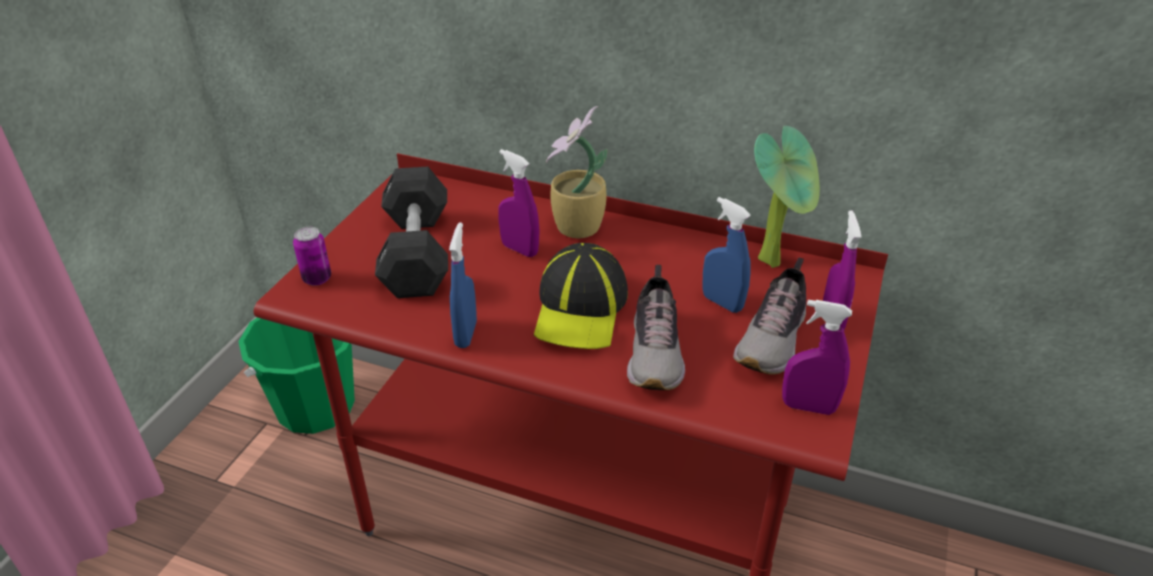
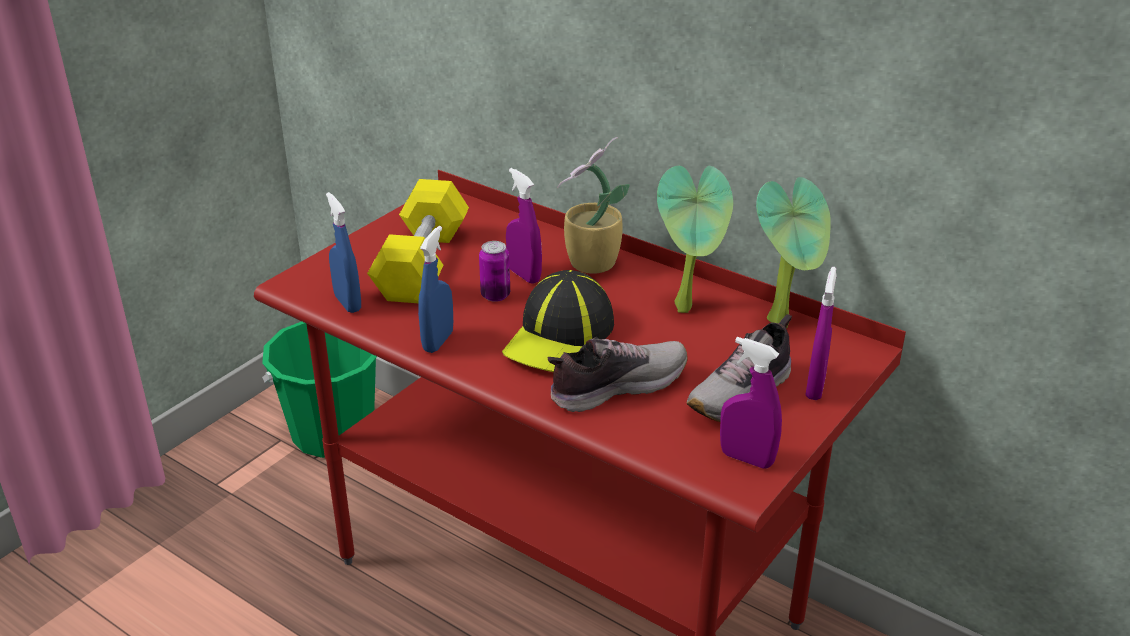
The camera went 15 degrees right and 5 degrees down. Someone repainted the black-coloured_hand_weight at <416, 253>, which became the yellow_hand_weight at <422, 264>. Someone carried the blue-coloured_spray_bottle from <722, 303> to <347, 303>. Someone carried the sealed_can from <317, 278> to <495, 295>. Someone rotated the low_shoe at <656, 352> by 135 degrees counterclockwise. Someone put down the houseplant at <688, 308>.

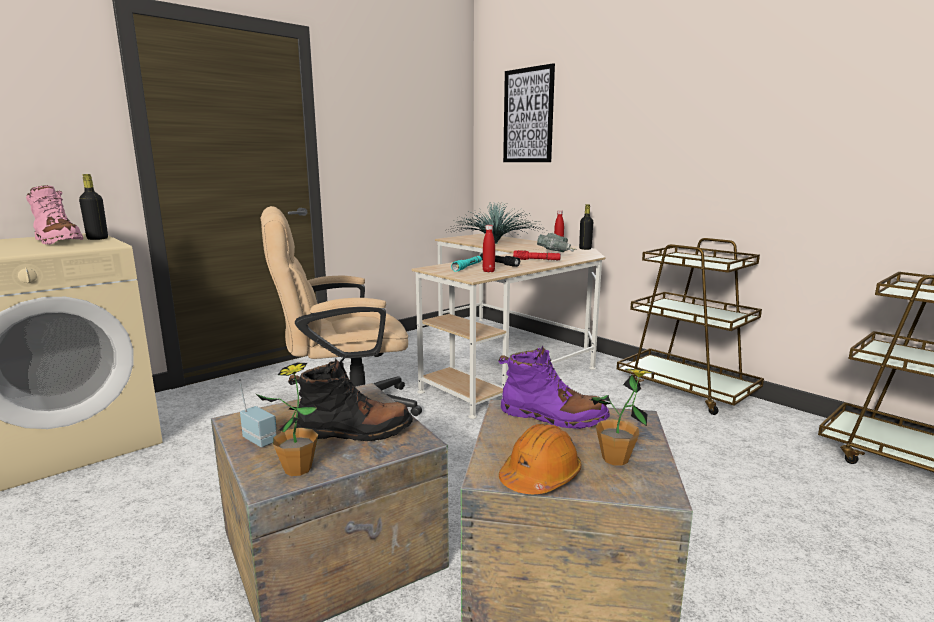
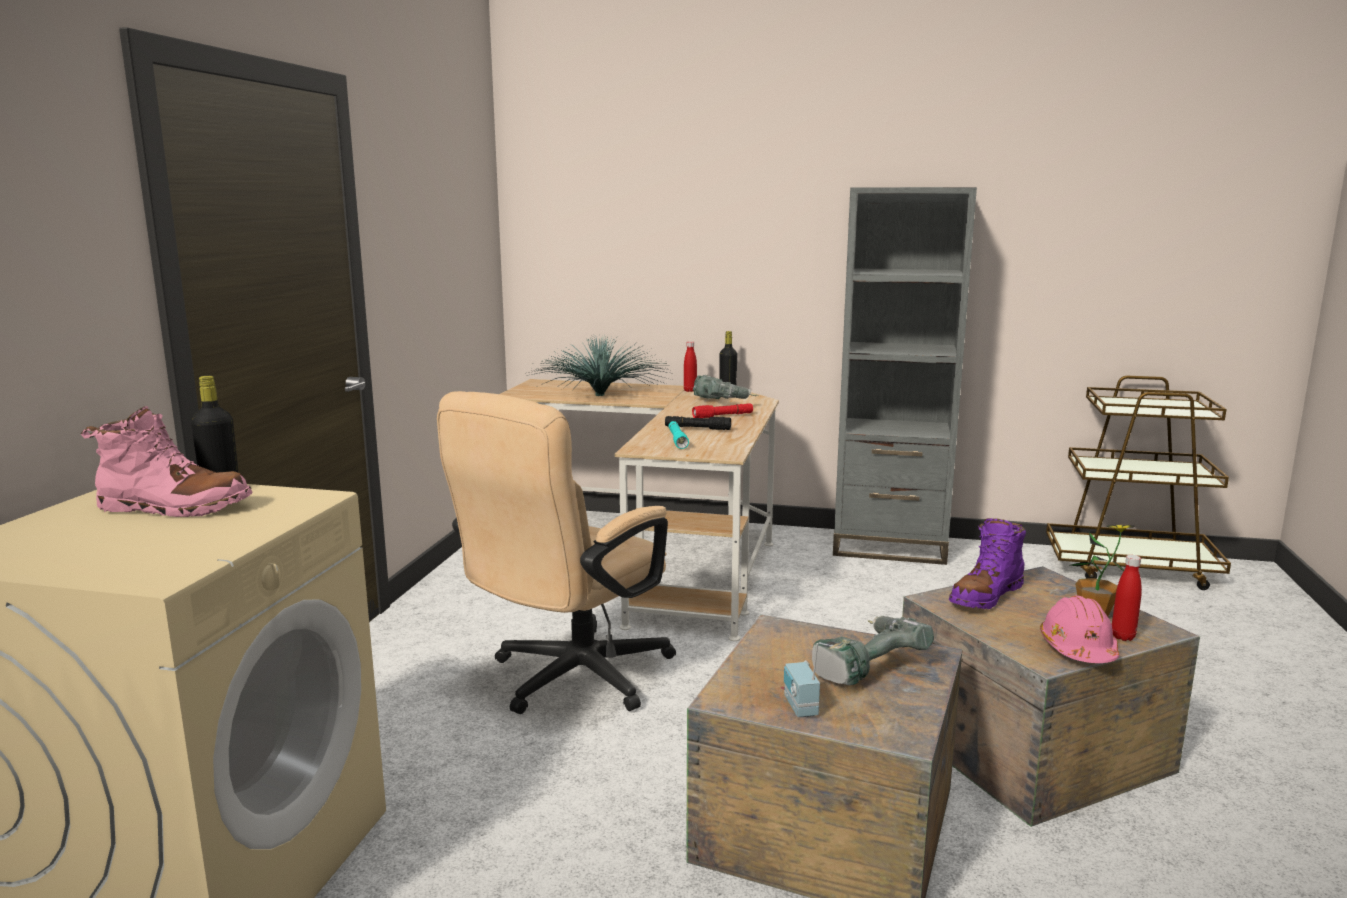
The camera went 35 degrees left and 0 degrees up. Someone took away the wall_picture at <528, 115>. Someone carried the red-coloured_bottle from <488, 271> to <1122, 636>. Someone swapped the brown-coloured_cart at <686, 390> for the greyish_bookcase at <889, 546>. Someone rotated the purple-coloured_boot at <552, 417> by 150 degrees clockwise. Someone swapped the black-coloured_boot at <354, 432> for the power_drill at <864, 667>. Someone took away the houseplant at <298, 469>. Someone rotated the radio_receiver at <261, 439> by 105 degrees counterclockwise. Someone repainted the orange-coloured_hard_hat at <540, 477>, which became the pink_hard_hat at <1078, 649>.

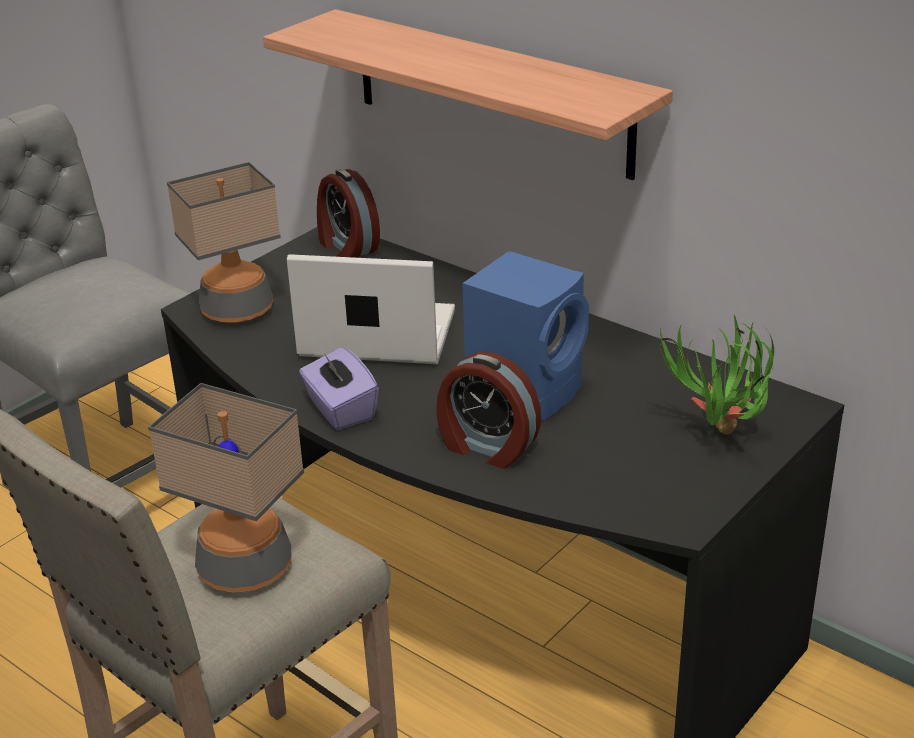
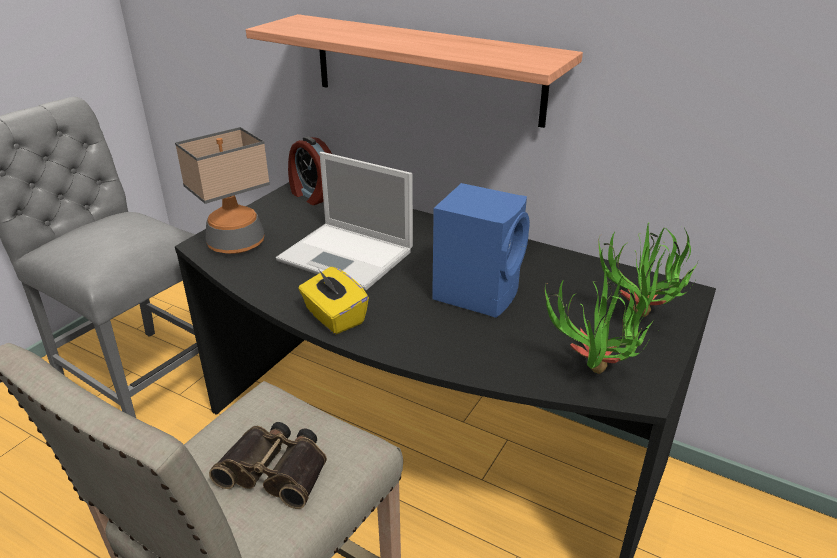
The camera went 10 degrees left and 0 degrees up. Someone rotated the portable_computer at <374, 334> by 150 degrees counterclockwise. Someone repainted the purple-coloured_box_of_tissues at <340, 410>, which became the yellow_box_of_tissues at <334, 317>. Someone took away the alarm_clock at <486, 447>. Someone swapped the table_lamp at <245, 568> for the binoculars at <277, 469>. Someone put down the houseplant at <592, 378>.

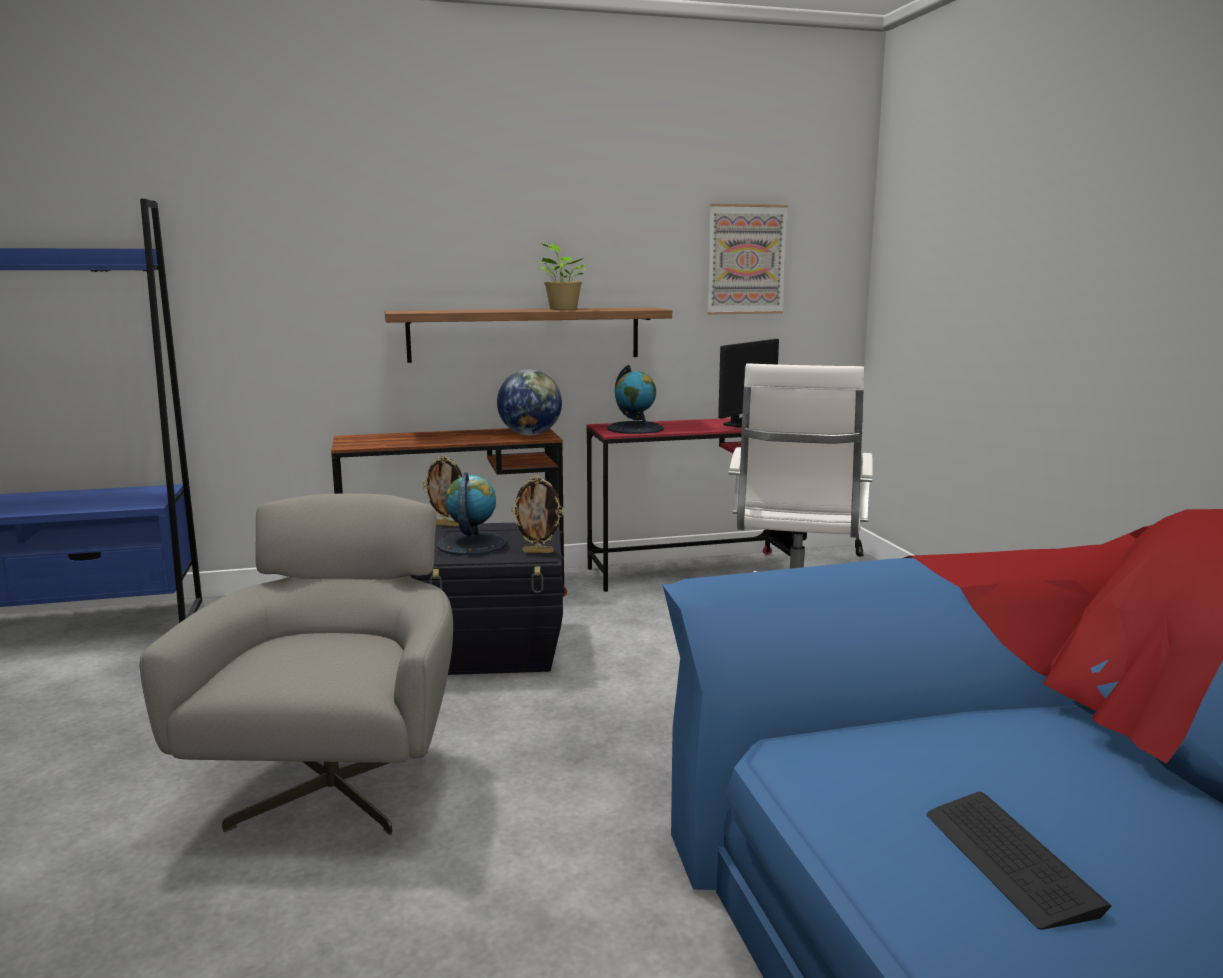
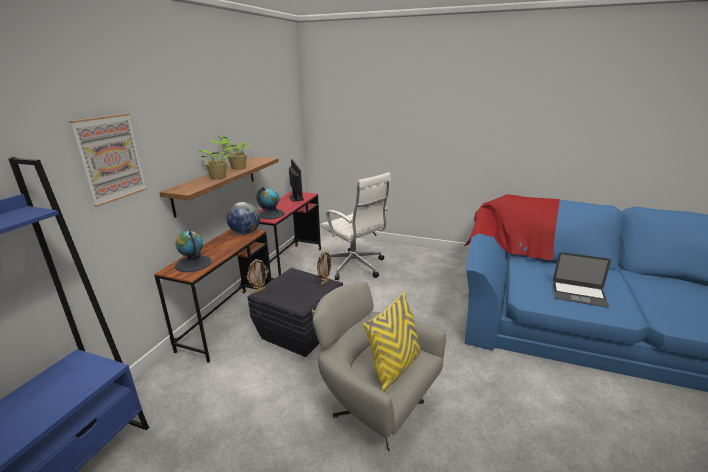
The camera went 55 degrees left and 10 degrees up. Someone carried the wall_picture from <746, 259> to <110, 158>. Someone carried the globe from <471, 544> to <193, 264>. Someone swapped the keyboard at <1009, 861> for the portable_computer at <579, 294>. Someone put down the houseplant at <219, 177>. Someone put down the yellow_cushion at <395, 367>.

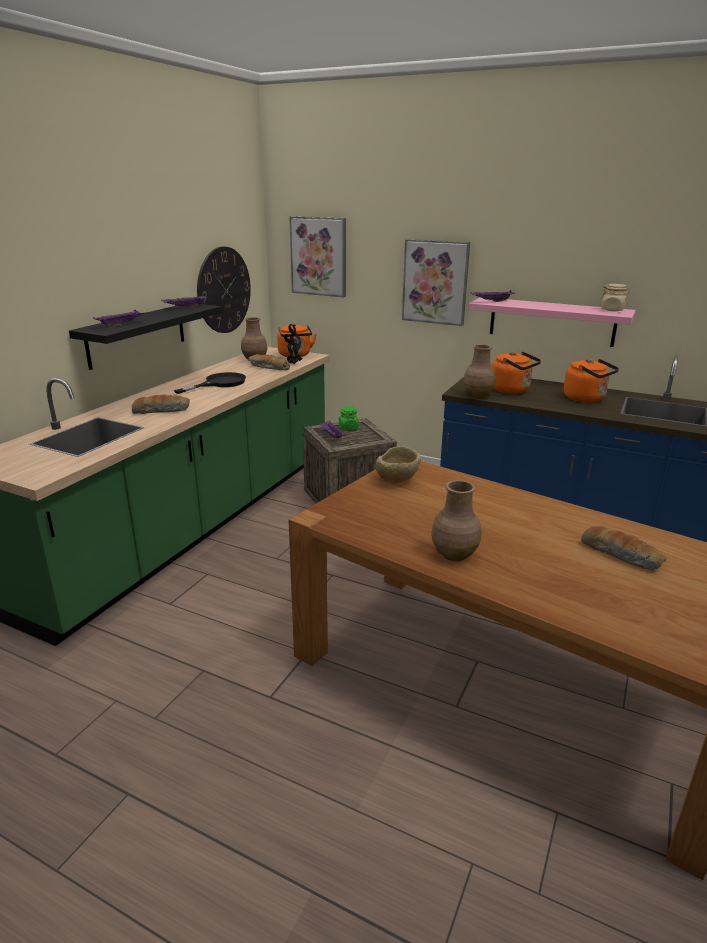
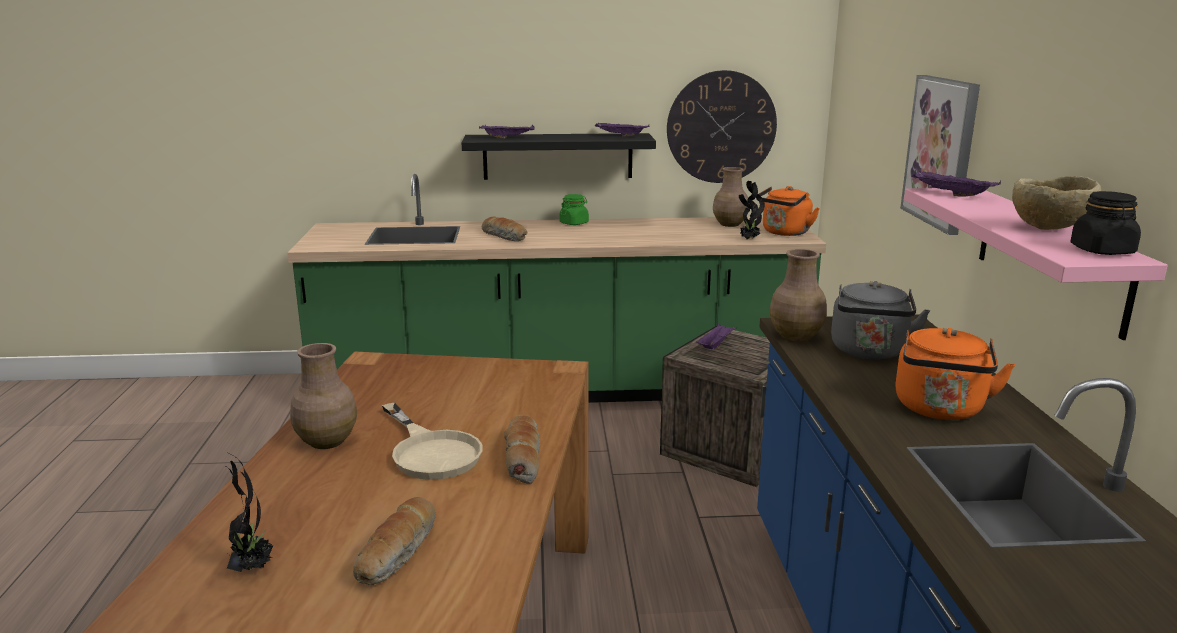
The camera went 60 degrees right and 5 degrees down. Someone took away the wall_picture at <319, 256>. Someone repainted the beige-coloured_storage_jar at <612, 310>, which became the black-coloured_storage_jar at <1102, 251>. Someone repainted the orange-coloured_tea_kettle at <512, 390>, which became the greyish_tea_kettle at <869, 352>. Someone carried the bakery_bread from <268, 368> to <522, 457>. Someone took away the black-coloured_pan at <219, 383>. Someone carried the green-coloured_storage_jar from <348, 428> to <574, 223>. Someone carried the beige-coloured_deep_dish from <397, 481> to <1049, 230>. Someone put down the beige-coloured_pan at <431, 451>. Someone put down the houseplant at <252, 567>.

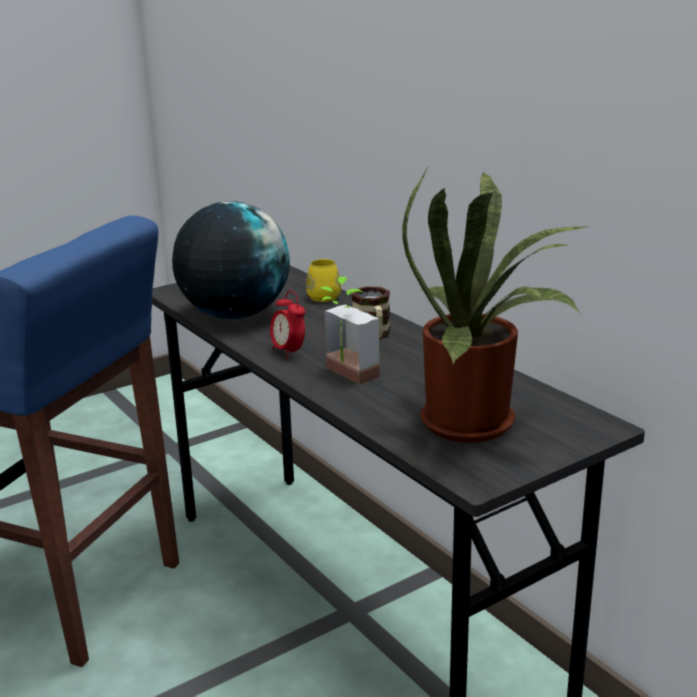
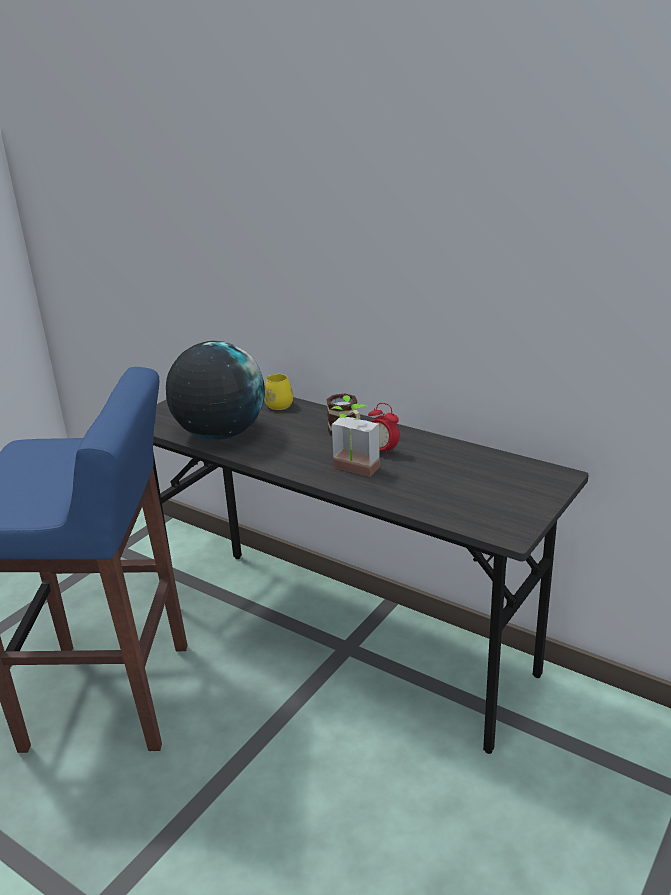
The camera went 20 degrees left and 5 degrees up. Someone took away the houseplant at <478, 425>. Someone carried the alarm_clock from <288, 352> to <381, 451>.

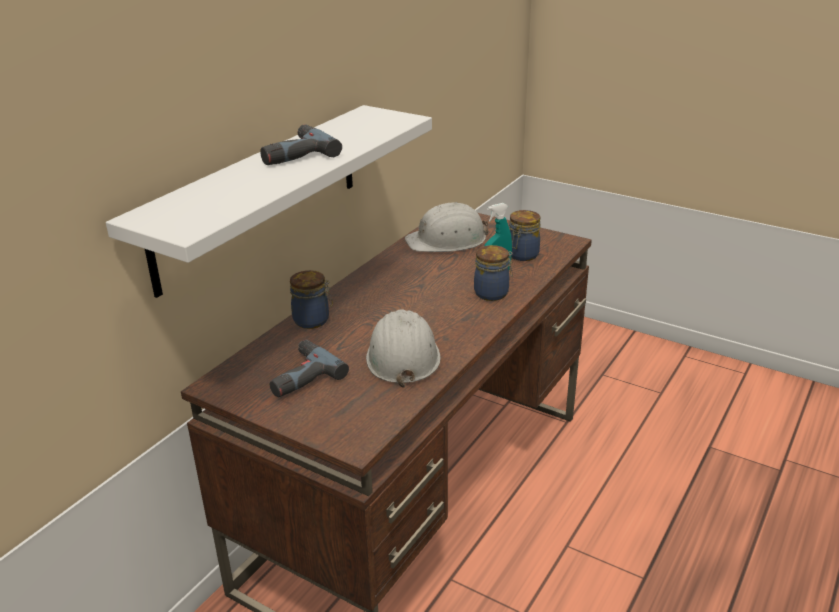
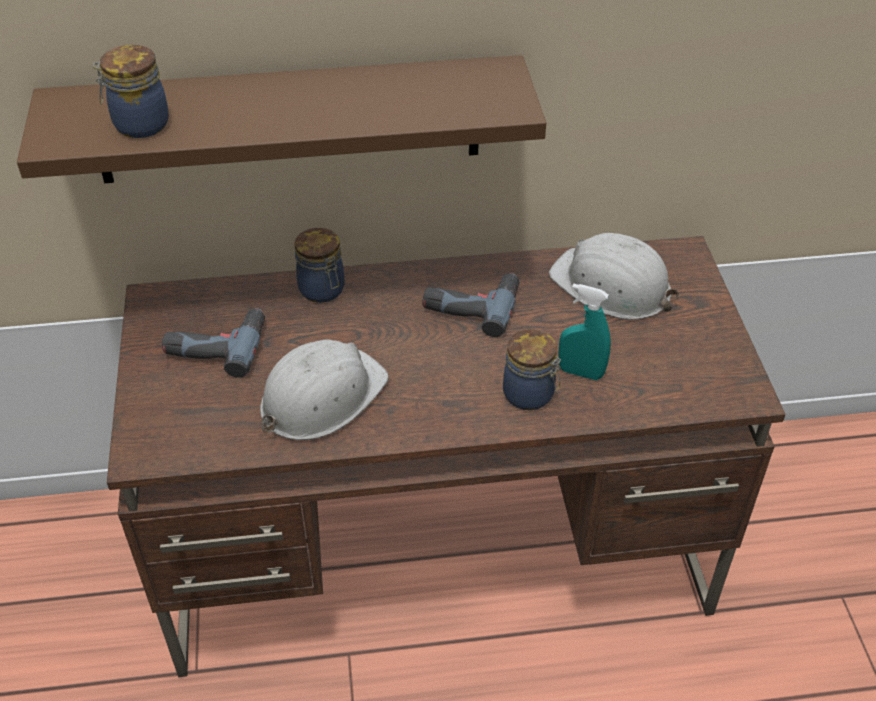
The camera went 50 degrees right and 15 degrees up. Someone repainted the white-coloured_bracket_shelf at <260, 195>, which became the brown-coloured_bracket_shelf at <288, 120>. Someone carried the power_drill from <294, 154> to <471, 304>. Someone carried the storage_jar from <522, 255> to <139, 124>.

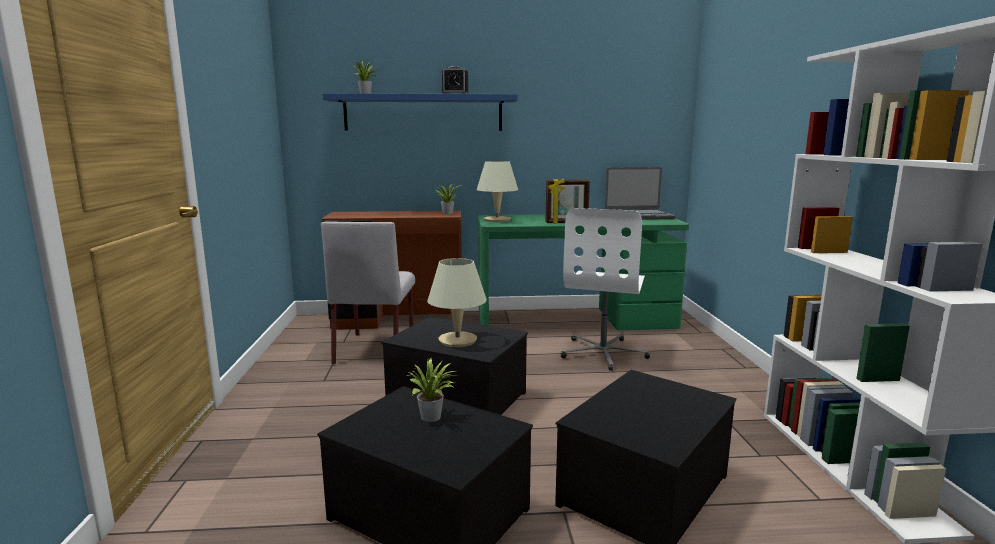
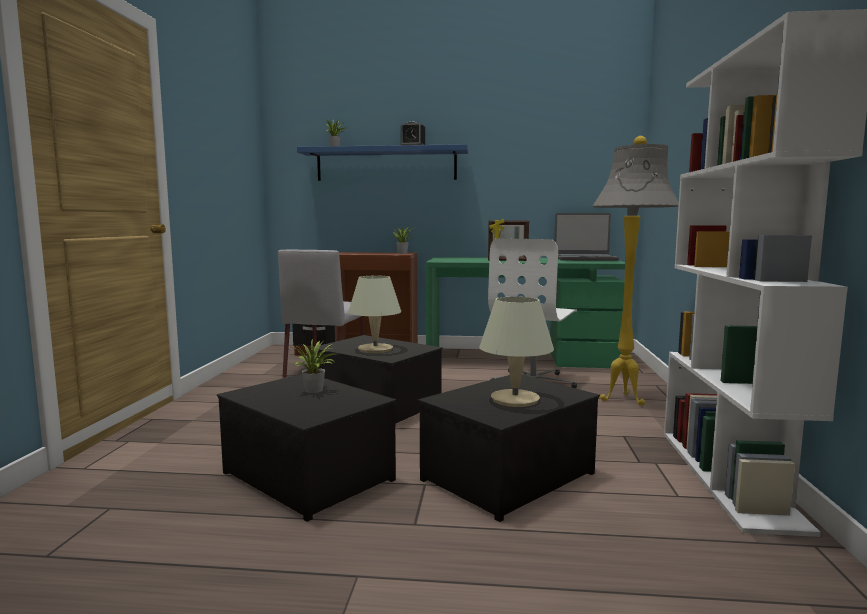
The camera went 10 degrees right and 5 degrees down. Someone carried the beige-coloured_table_lamp from <497, 220> to <515, 399>. Someone put down the greyish_standing_lamp at <625, 400>.

